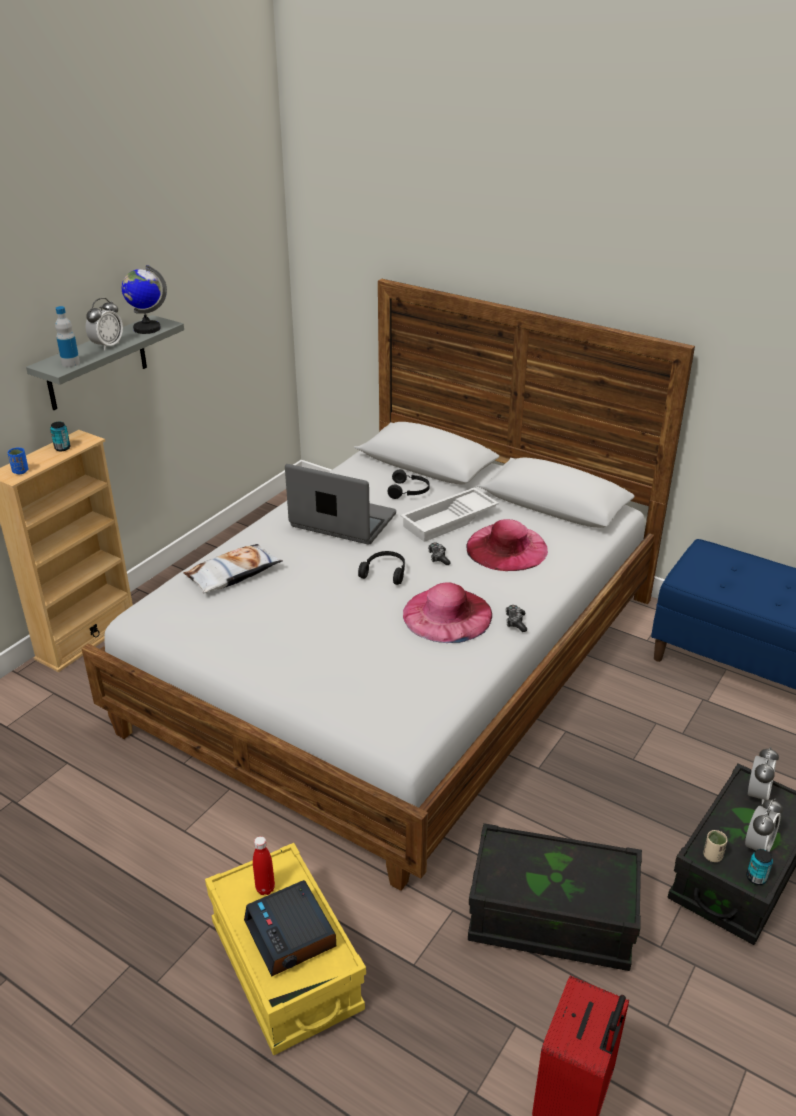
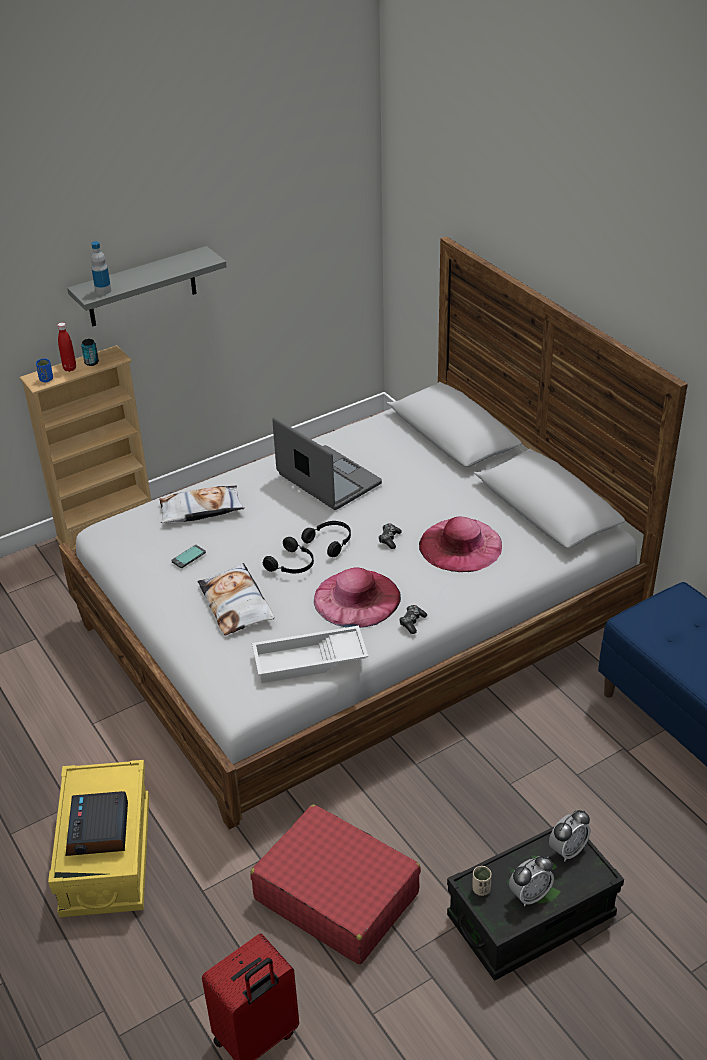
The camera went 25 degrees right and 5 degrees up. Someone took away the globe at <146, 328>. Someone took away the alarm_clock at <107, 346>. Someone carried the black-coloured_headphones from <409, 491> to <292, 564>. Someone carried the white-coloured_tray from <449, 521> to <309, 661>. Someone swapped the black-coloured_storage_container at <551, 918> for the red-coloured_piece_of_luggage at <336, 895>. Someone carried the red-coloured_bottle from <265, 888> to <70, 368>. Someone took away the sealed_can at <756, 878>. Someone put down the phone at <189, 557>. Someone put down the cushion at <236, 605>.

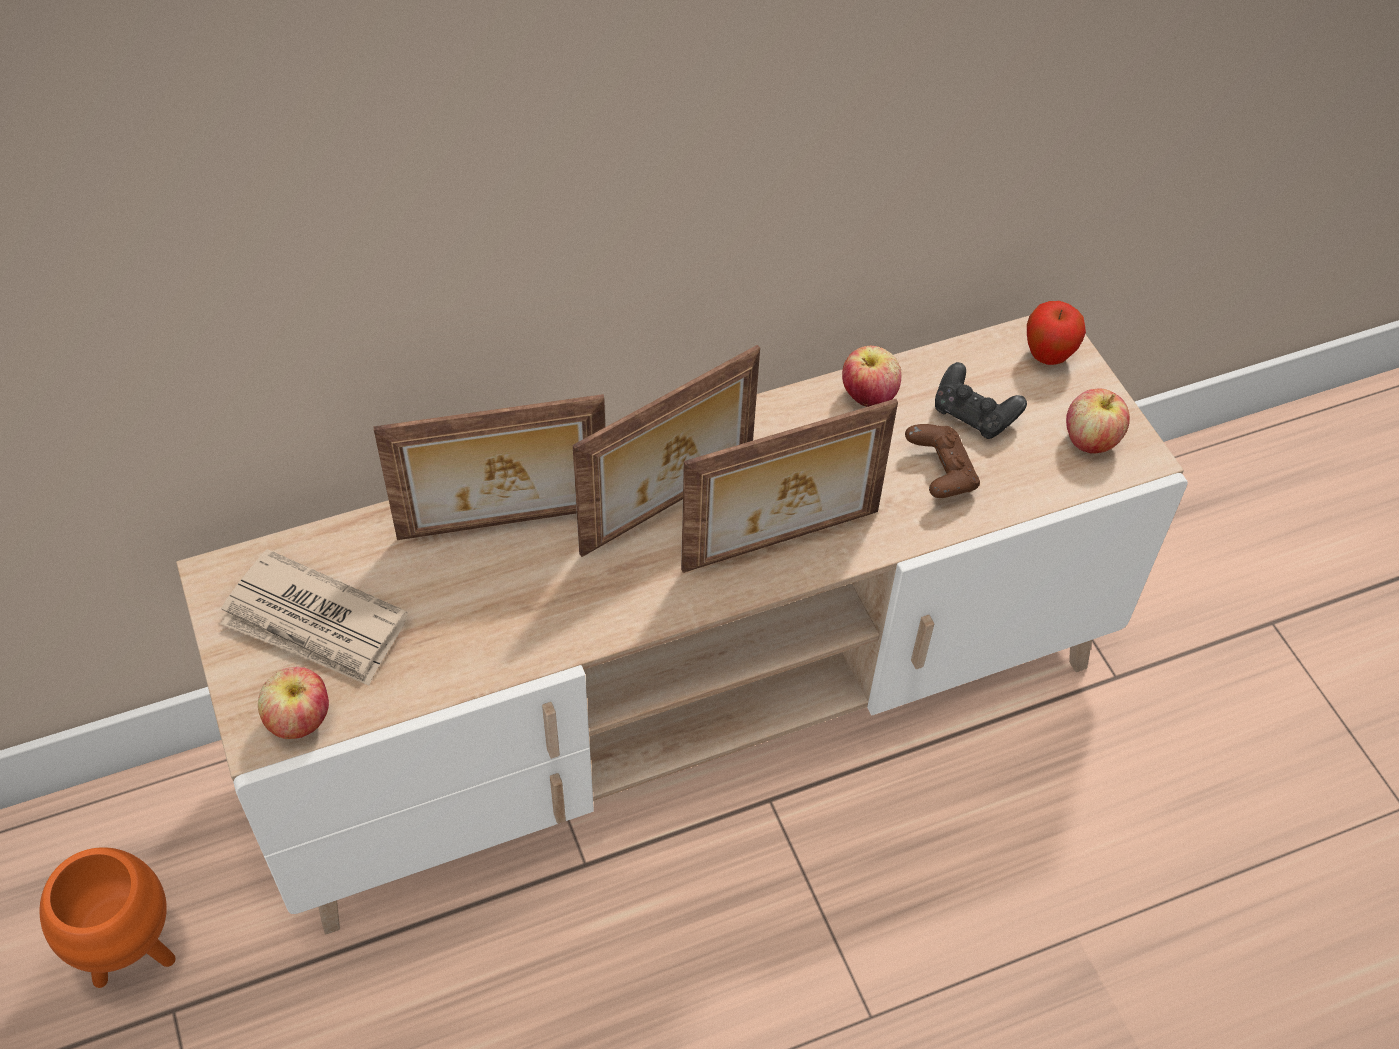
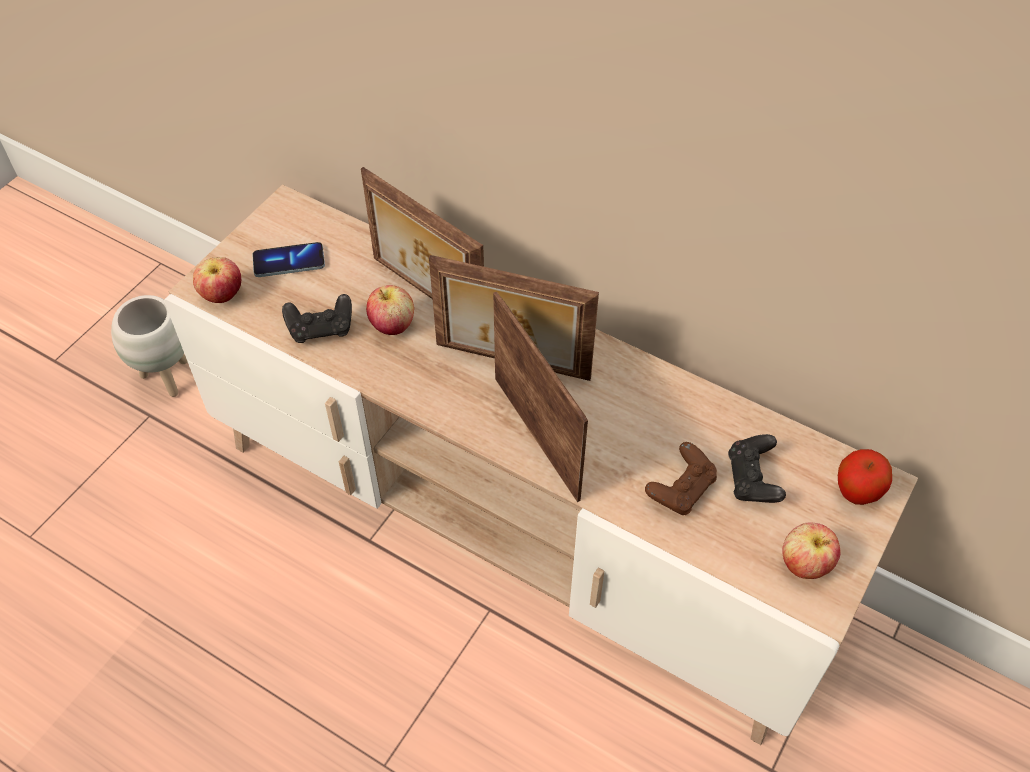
The camera went 55 degrees right and 0 degrees up. Someone carried the apple_fruit from <868, 396> to <392, 325>. Someone rotated the picture_frame at <782, 543> by 150 degrees counterclockwise. Someone swapped the printed_paper at <315, 624> for the phone at <289, 261>. Someone repainted the orange-coloured_planter at <133, 953>, which became the white-coloured_planter at <168, 377>. Someone put down the black-coloured_joypad at <321, 329>.

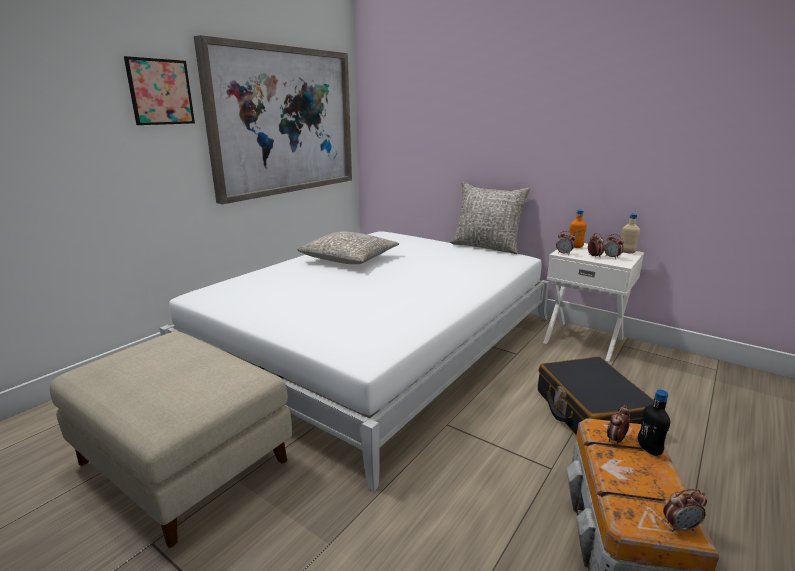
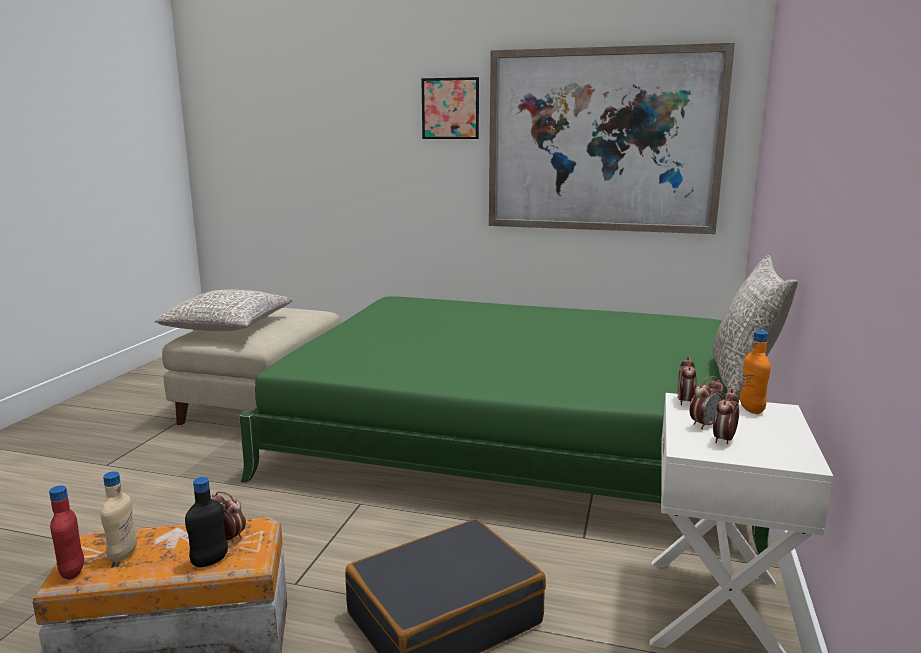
The camera went 70 degrees right and 5 degrees down. Someone carried the beige-coloured_bottle from <627, 252> to <123, 554>. Someone repainted the white-coloured_bedroom_bed at <377, 343>, which became the green-coloured_bedroom_bed at <517, 434>. Someone carried the greyish_cushion from <350, 259> to <228, 326>. Someone swapped the alarm_clock at <680, 527> for the red-coloured_bottle at <72, 571>.

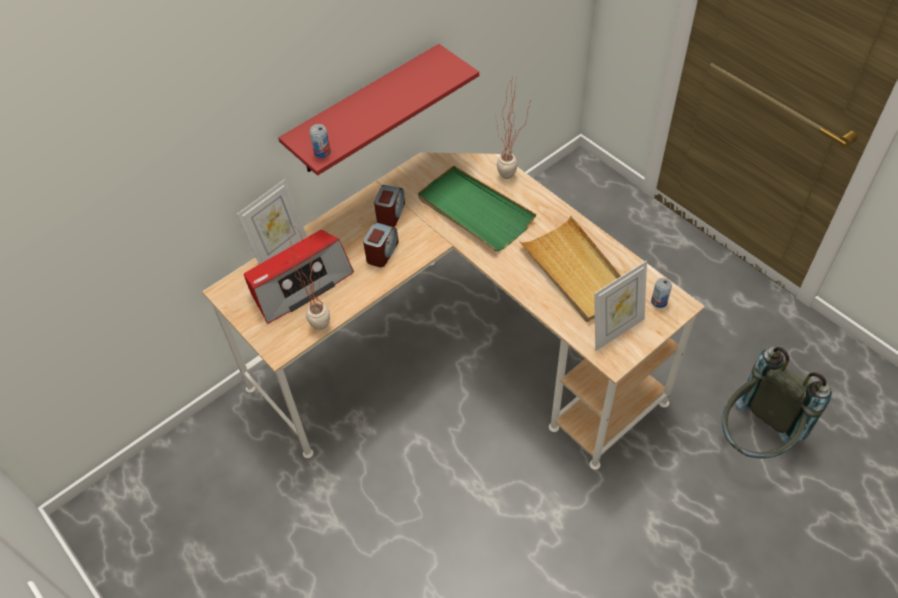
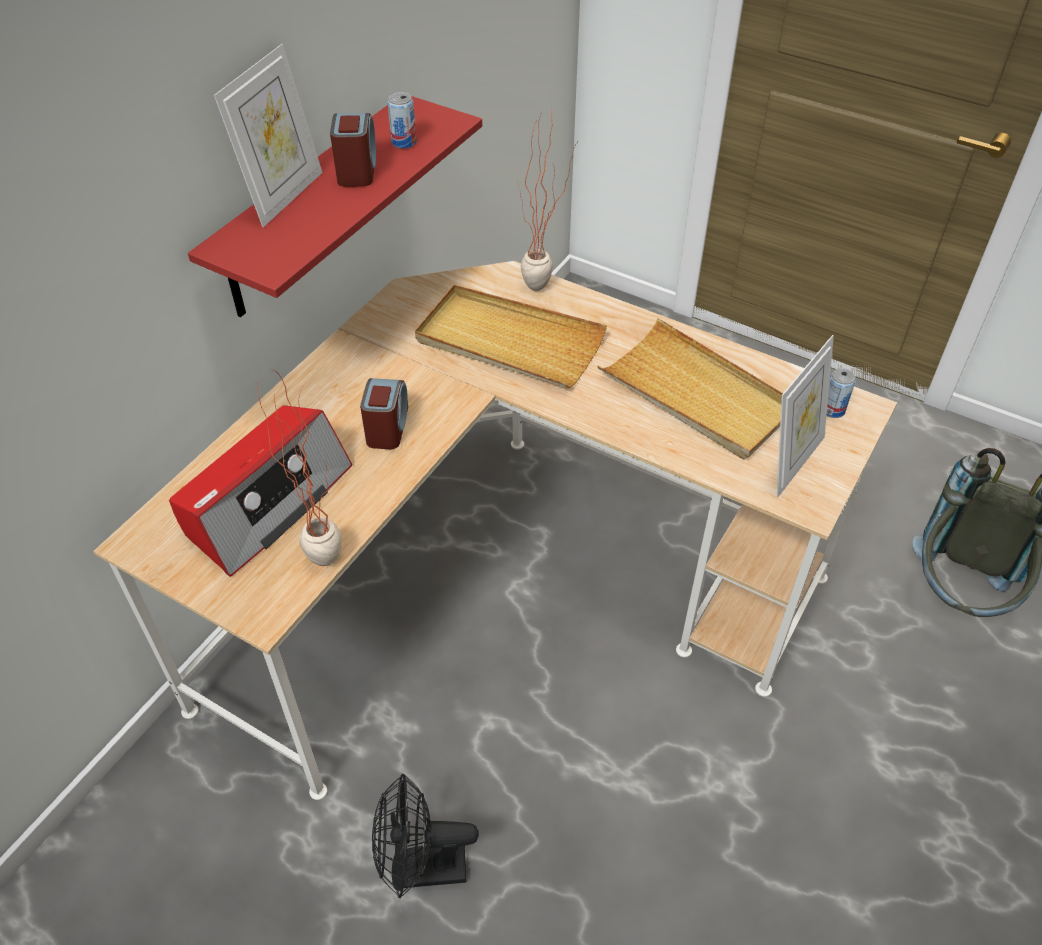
The camera went 20 degrees left and 5 degrees down. Someone carried the sealed_can from <322, 152> to <404, 142>. Someone repainted the green-coloured_tray at <474, 211>, which became the beige-coloured_tray at <509, 341>. Someone carried the picture_frame from <280, 249> to <284, 196>. Someone carried the alarm_clock from <390, 214> to <357, 169>. Someone put down the black-coloured_fan at <422, 869>.

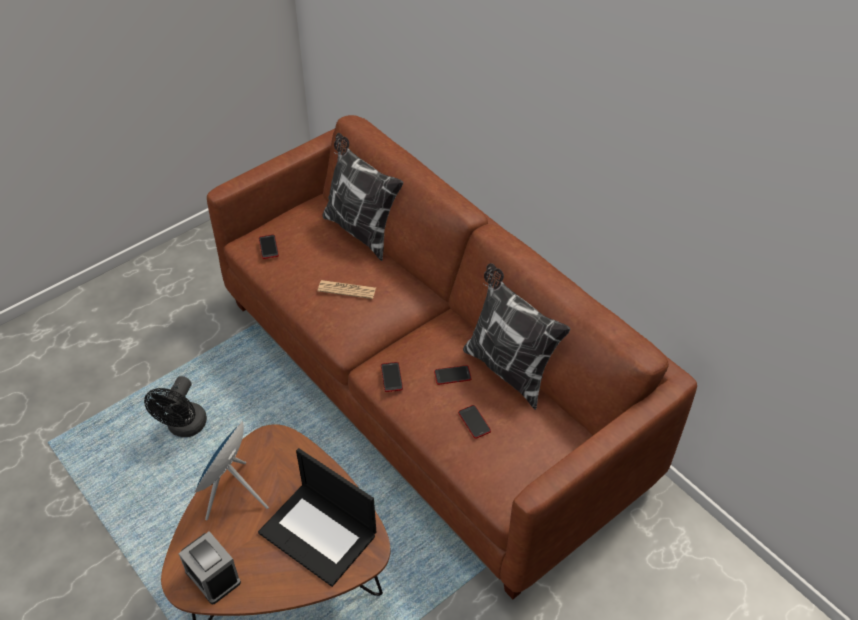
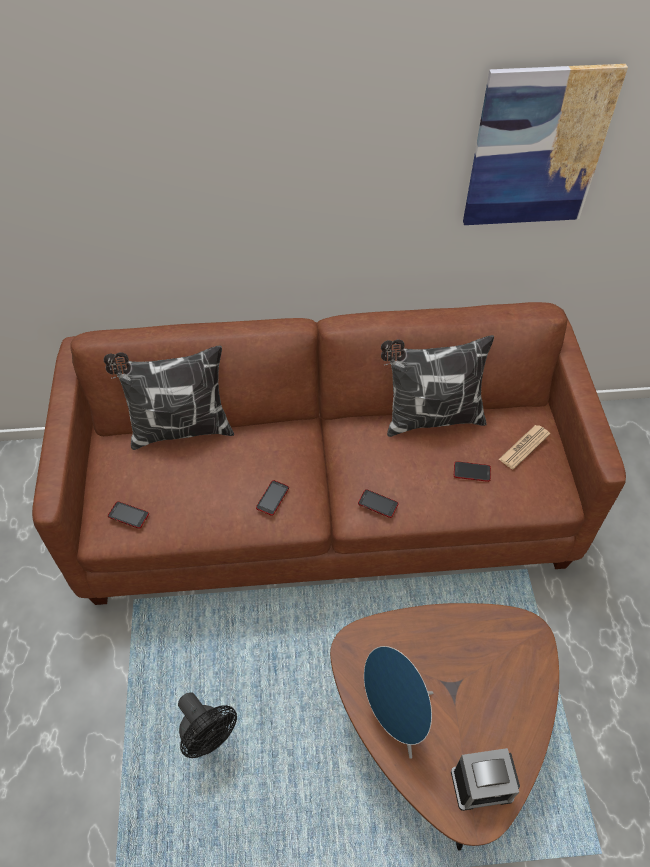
The camera went 55 degrees left and 5 degrees up. Someone carried the printed_paper from <347, 290> to <524, 447>. Someone carried the phone from <452, 375> to <272, 498>. Someone took away the portable_computer at <319, 533>. Someone put up the wall_picture at <537, 148>.

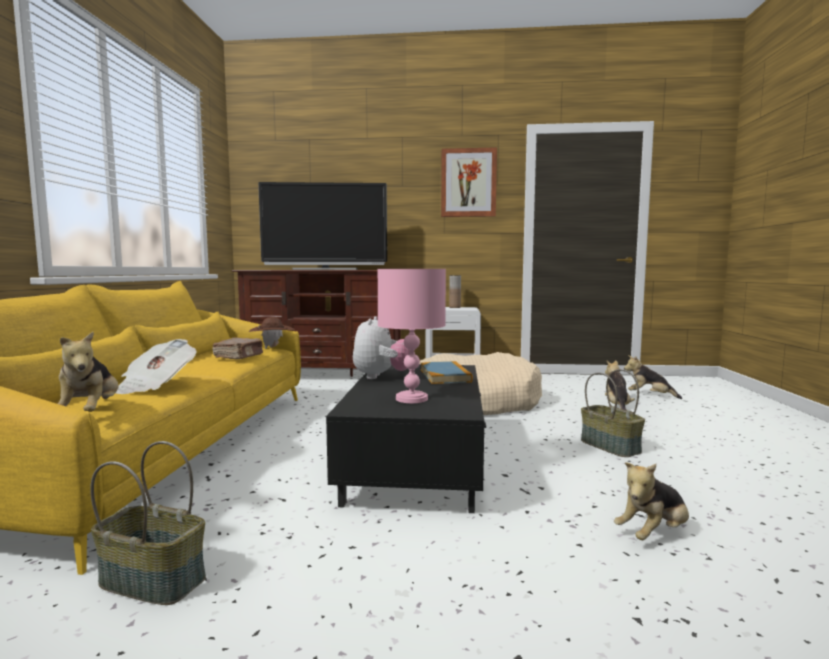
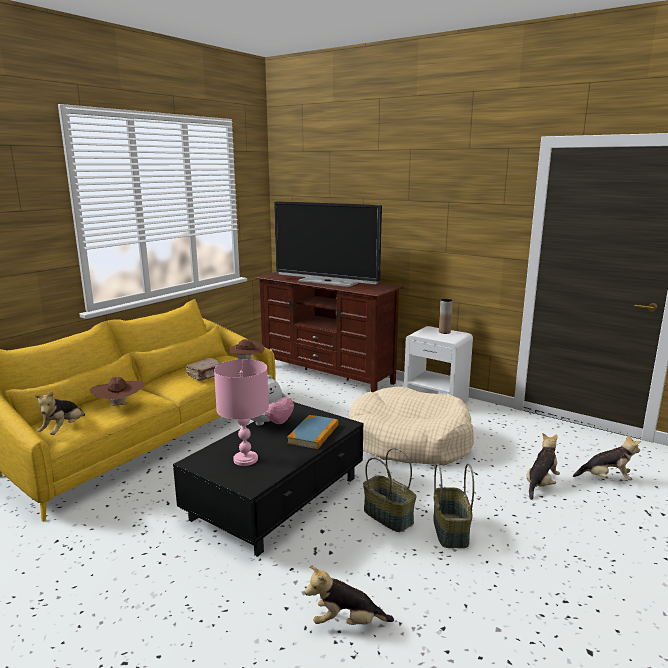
The camera went 30 degrees right and 10 degrees up. Someone took away the wall_picture at <468, 183>. Someone swapped the printed_paper at <156, 386> for the brown-coloured_hat at <119, 406>. Someone rotated the cuddly_toy at <649, 396> by 135 degrees clockwise. Someone carried the basket from <154, 580> to <389, 516>.

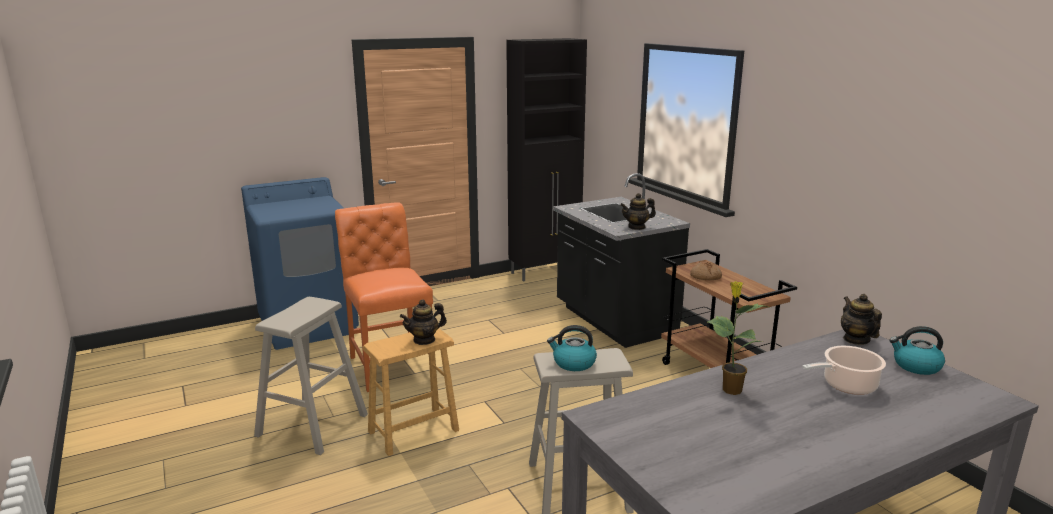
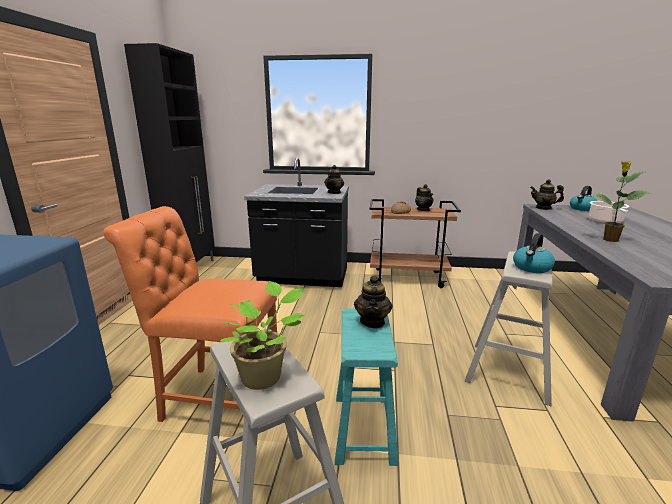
The camera went 55 degrees left and 0 degrees up. Someone repainted the brown-coloured_stool at <413, 431>, which became the blue-green_stool at <364, 428>. Someone put down the pot_for_tea at <423, 210>. Someone put down the houseplant at <264, 376>.

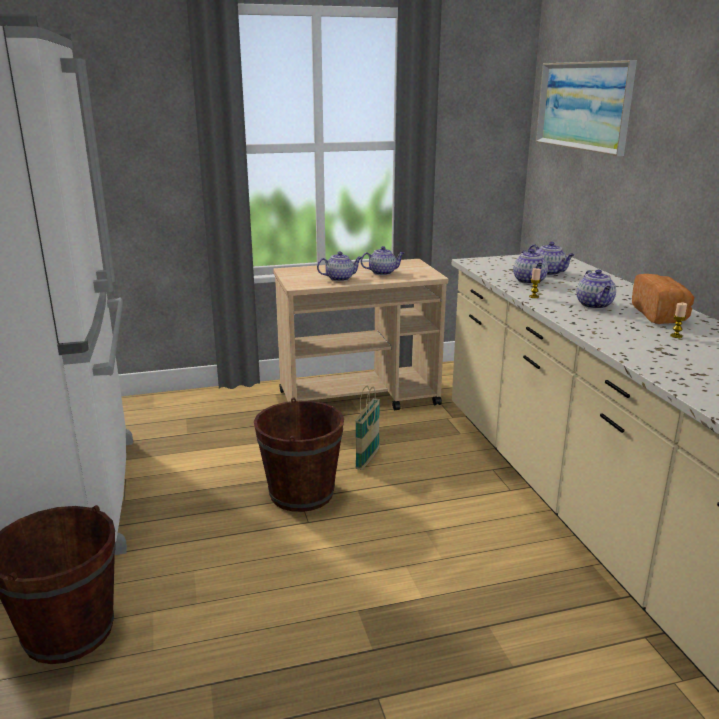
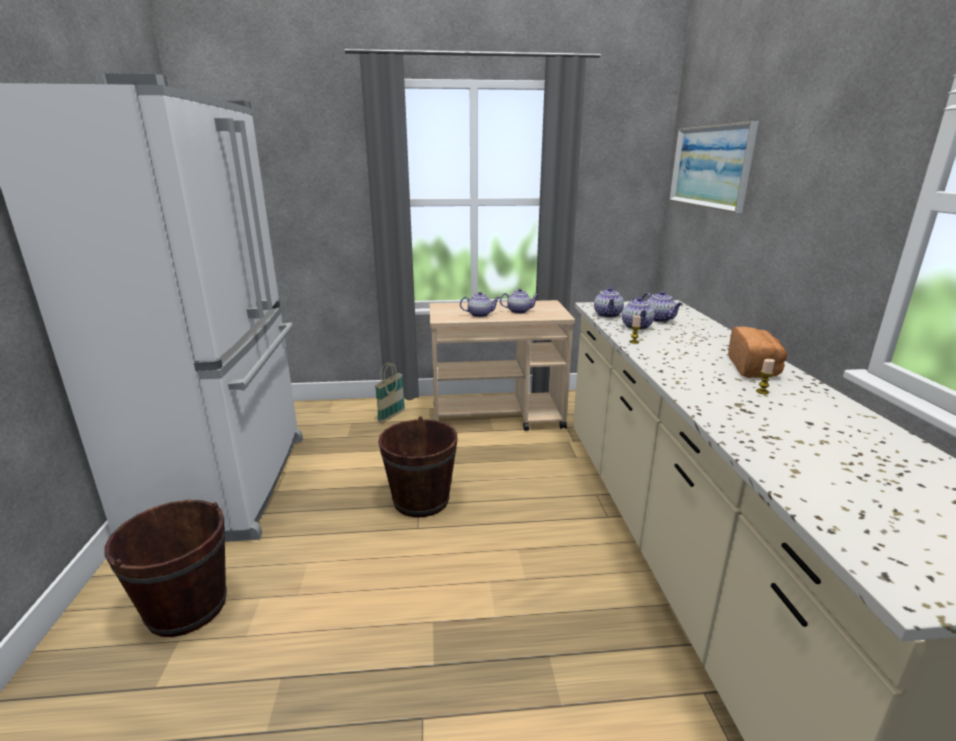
The camera went 10 degrees right and 0 degrees up. Someone carried the pot_for_tea from <595, 305> to <608, 315>. Someone carried the basket from <367, 459> to <391, 416>.

